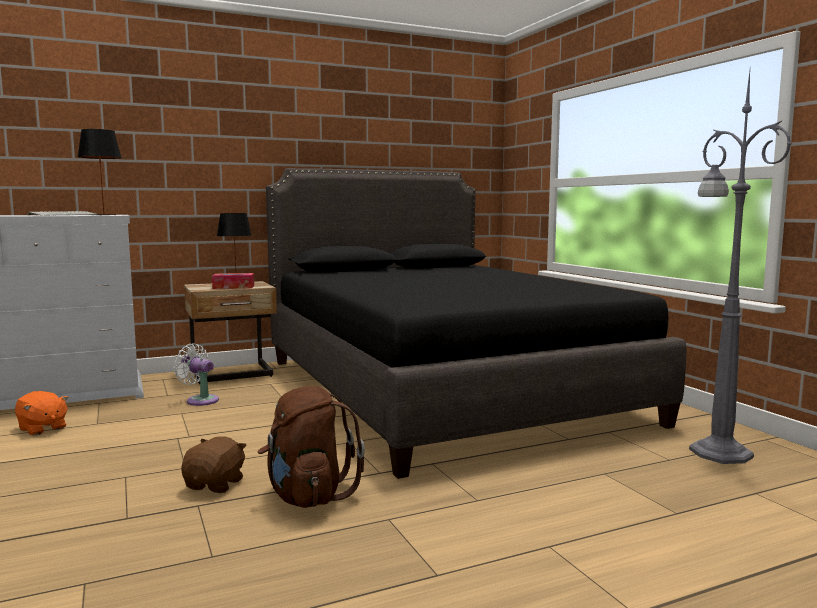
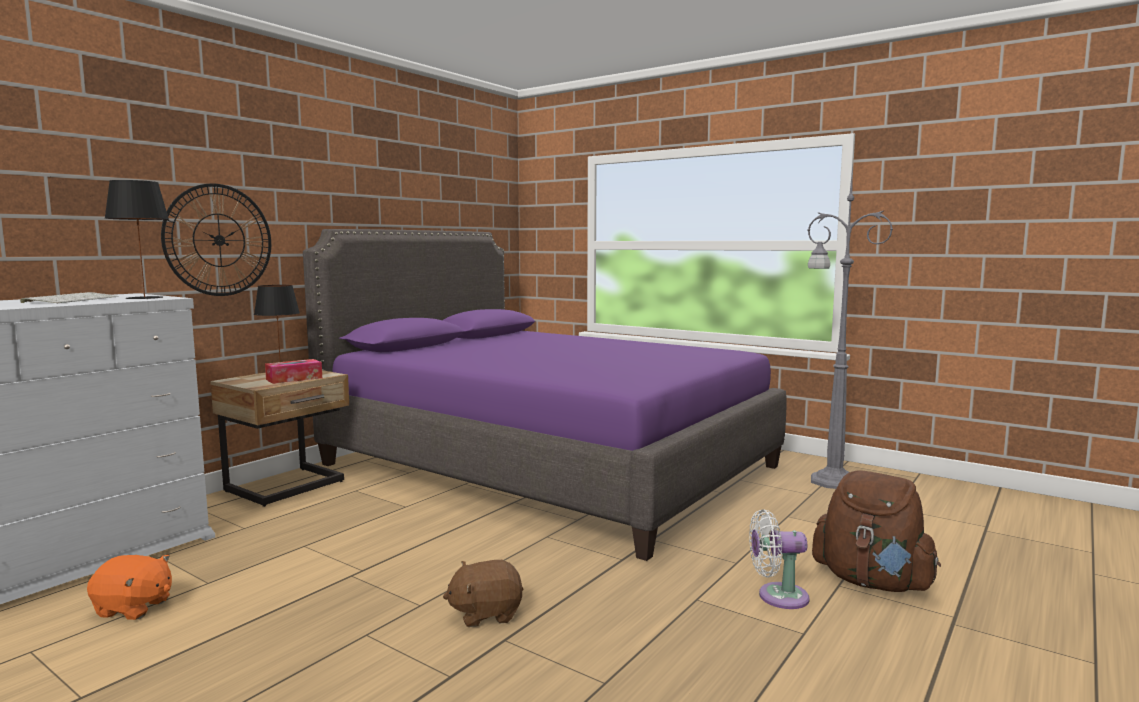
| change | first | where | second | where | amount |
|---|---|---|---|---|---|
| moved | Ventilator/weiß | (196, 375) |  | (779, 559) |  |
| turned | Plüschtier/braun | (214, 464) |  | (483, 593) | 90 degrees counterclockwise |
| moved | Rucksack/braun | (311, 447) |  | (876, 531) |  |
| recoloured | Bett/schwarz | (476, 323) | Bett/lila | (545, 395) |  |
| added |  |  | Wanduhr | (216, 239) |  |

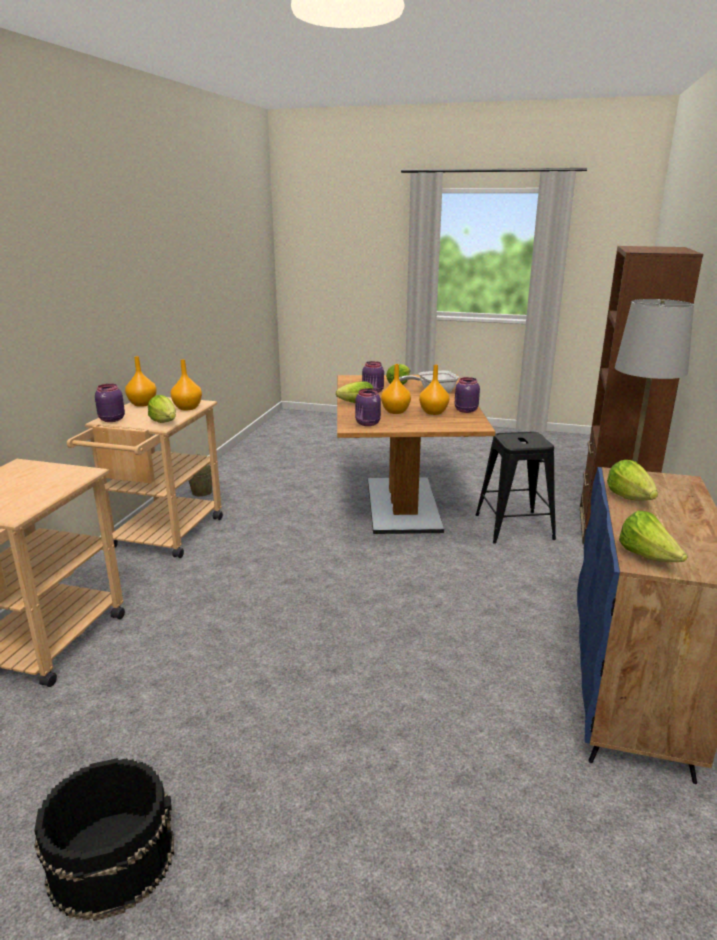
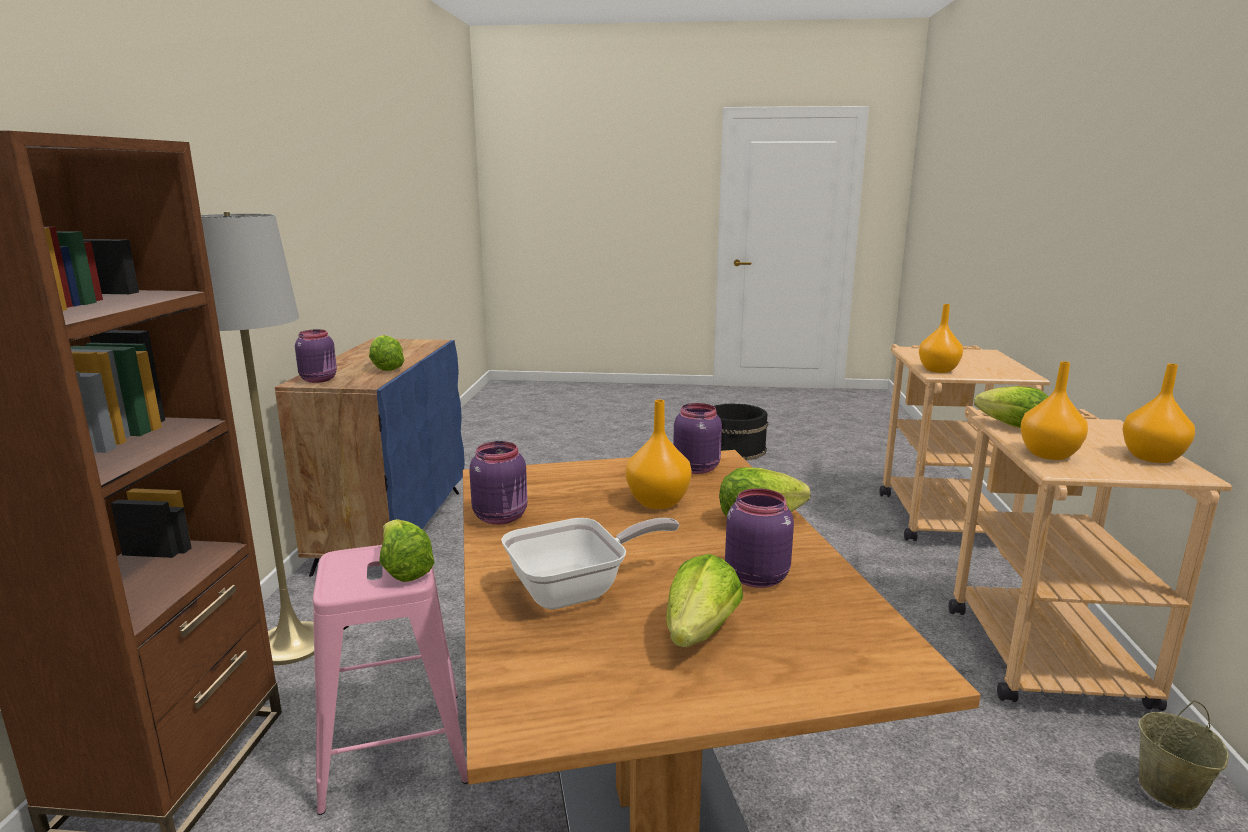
| change | first | where | second | where | amount |
|---|---|---|---|---|---|
| moved | Vorratsglas/lila | (110, 403) |  | (316, 356) |  |
| moved | Vase/orange | (434, 390) |  | (941, 338) |  |
| recoloured | Hocker/schwarz | (516, 488) | Hocker/rosa | (390, 680) |  |
| moved | Salatkopf | (653, 536) |  | (407, 550) |  |

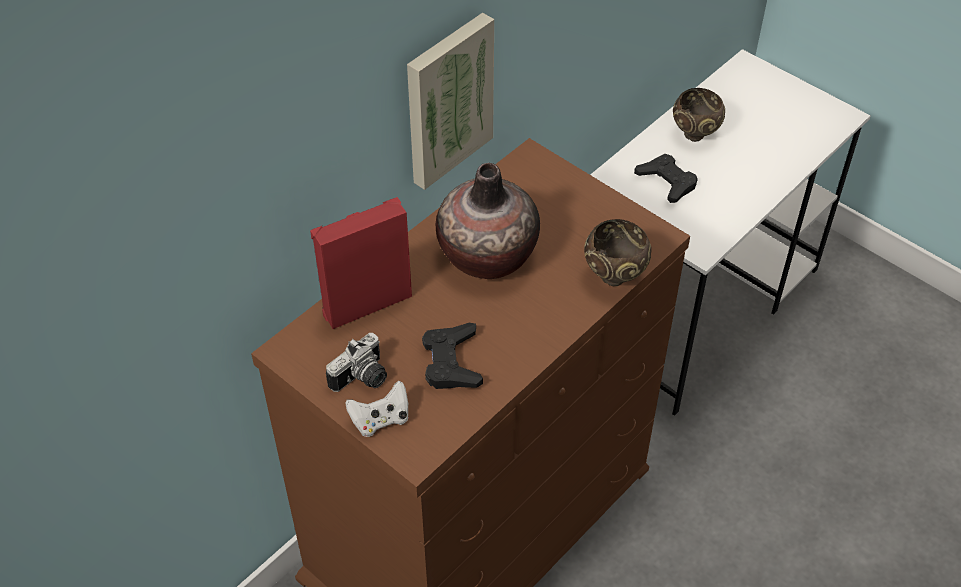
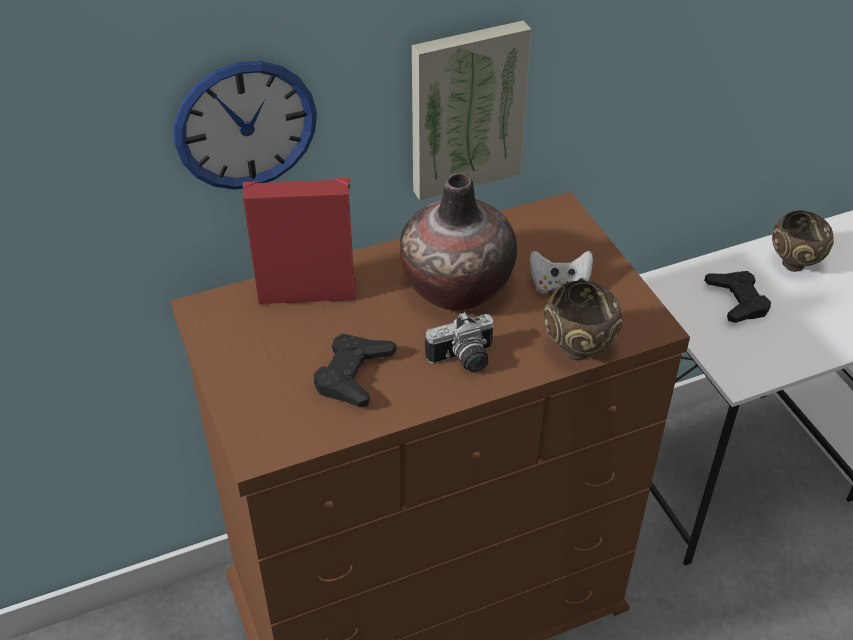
| change | first | where | second | where | amount |
|---|---|---|---|---|---|
| moved | Kamera | (356, 362) |  | (459, 342) |  |
| moved | Gamepad/weiß | (376, 408) |  | (561, 272) |  |
| added |  |  | Wanduhr | (245, 125) |  |

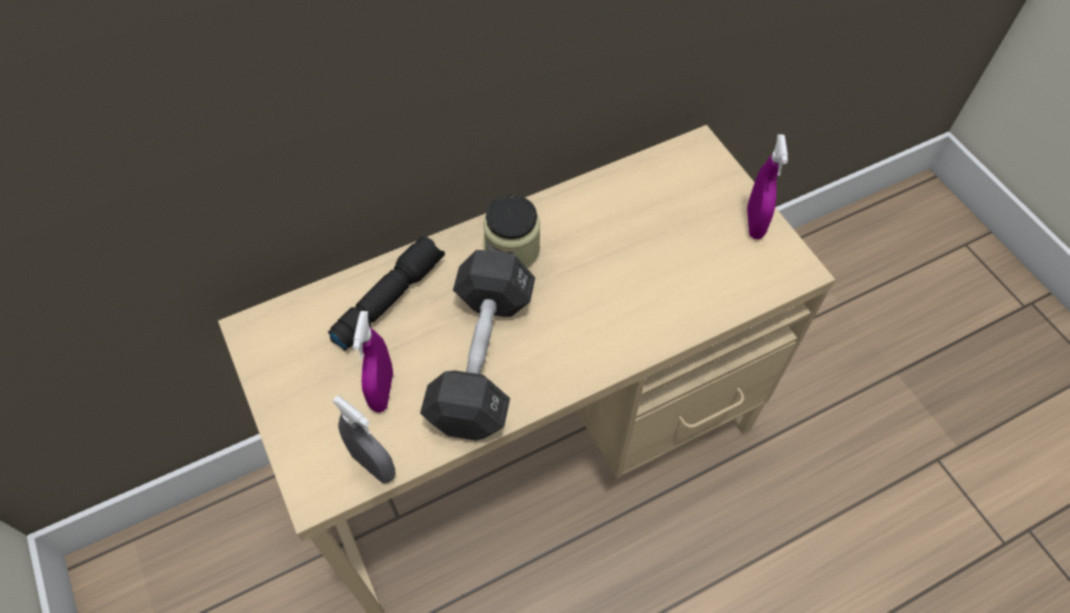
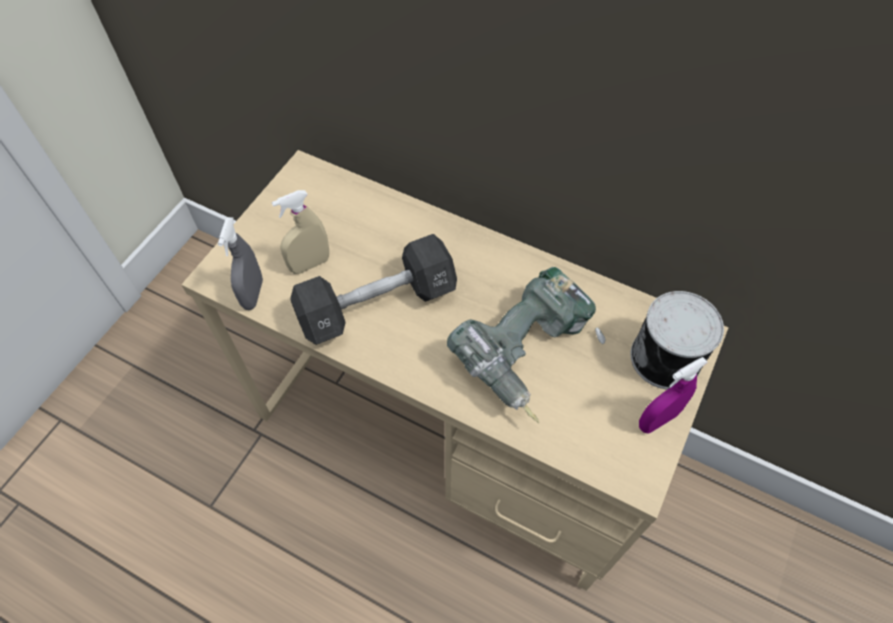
| change | first | where | second | where | amount |
|---|---|---|---|---|---|
| removed | Taschenlampe/schwarz | (386, 294) |  |  |  |
| recoloured | Sprühflasche/lila | (373, 362) | Sprühflasche/beige | (300, 232) |  |
| removed | Vorratsglas | (511, 231) |  |  |  |
| added |  |  | Bohrmaschine | (526, 345) |  |
| added |  |  | Dose | (677, 340) |  |

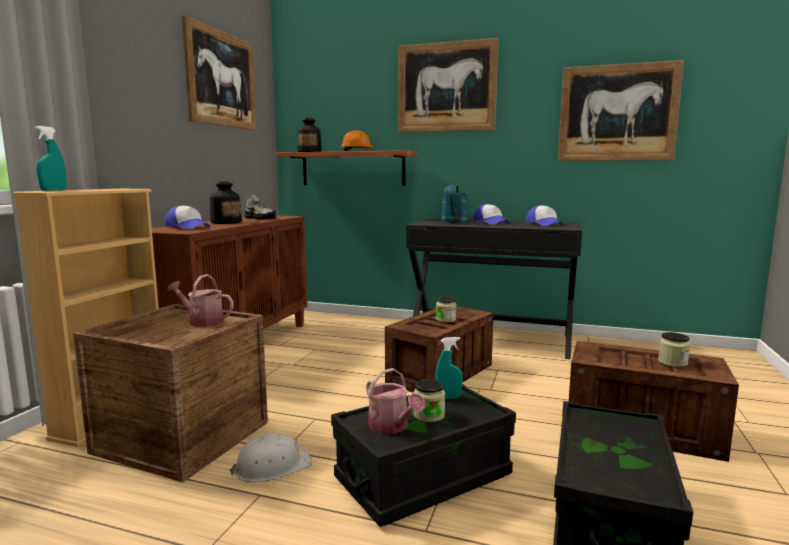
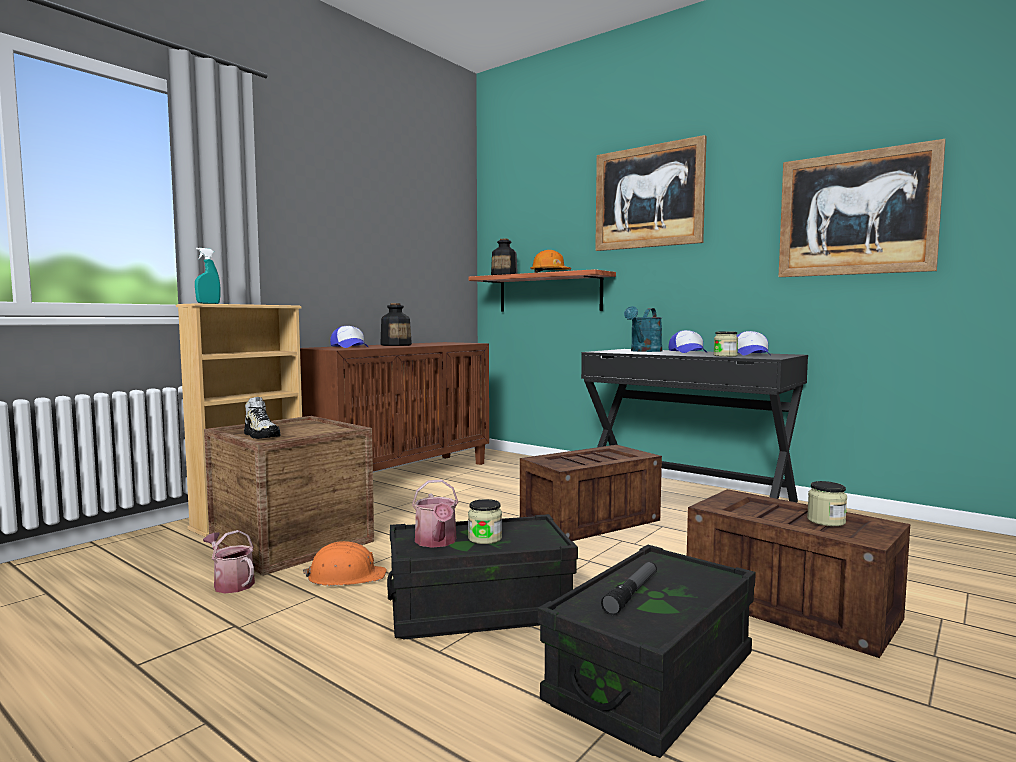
| change | first | where | second | where | amount |
|---|---|---|---|---|---|
| moved | Gießkanne | (200, 300) |  | (229, 562) |  |
| removed | Bild | (219, 73) |  |  |  |
| recoloured | Schutzhelm/weiß | (271, 457) | Schutzhelm/orange | (345, 563) |  |
| moved | Schuh | (260, 207) |  | (262, 418) |  |
| removed | Sprühflasche/türkis | (449, 368) |  |  |  |
| moved | Vorratsglas | (446, 309) |  | (726, 344) |  |
| added |  |  | Taschenlampe | (629, 588) |  |

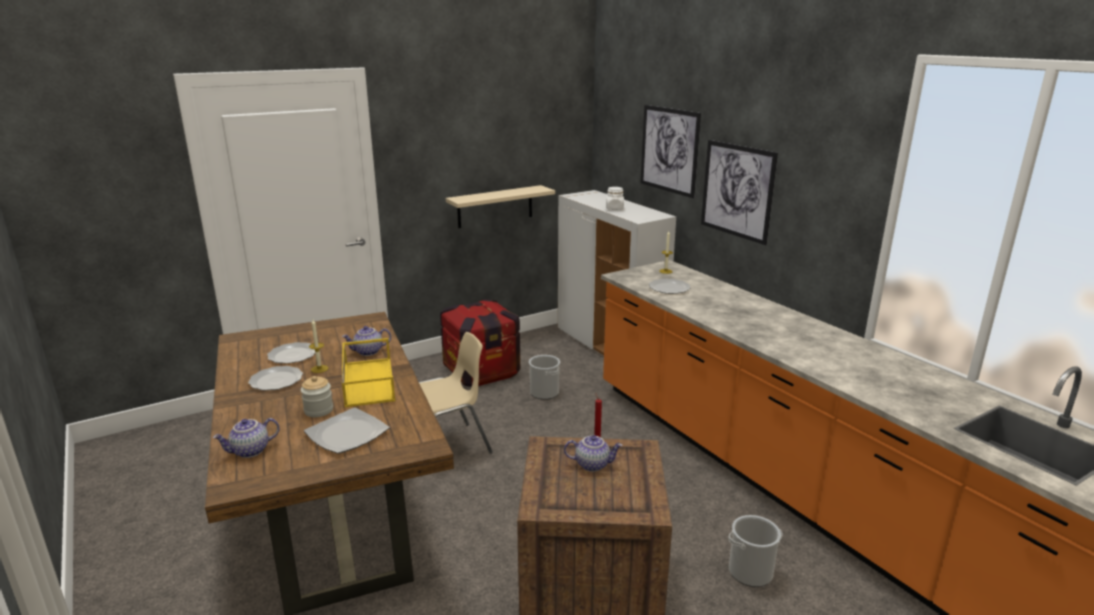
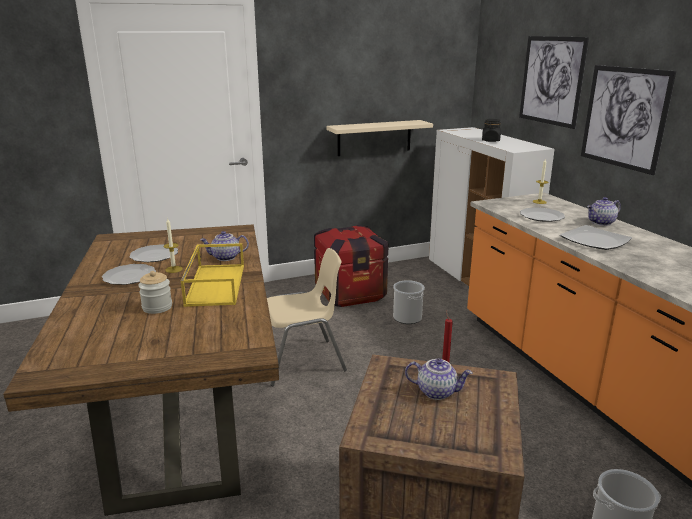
| change | first | where | second | where | amount |
|---|---|---|---|---|---|
| moved | Teekanne | (246, 438) |  | (604, 211) |  |
| moved | Teller | (347, 430) |  | (596, 237) |  |
| recoloured | Vorratsglas/weiß | (615, 198) | Vorratsglas/schwarz | (491, 130) |  |

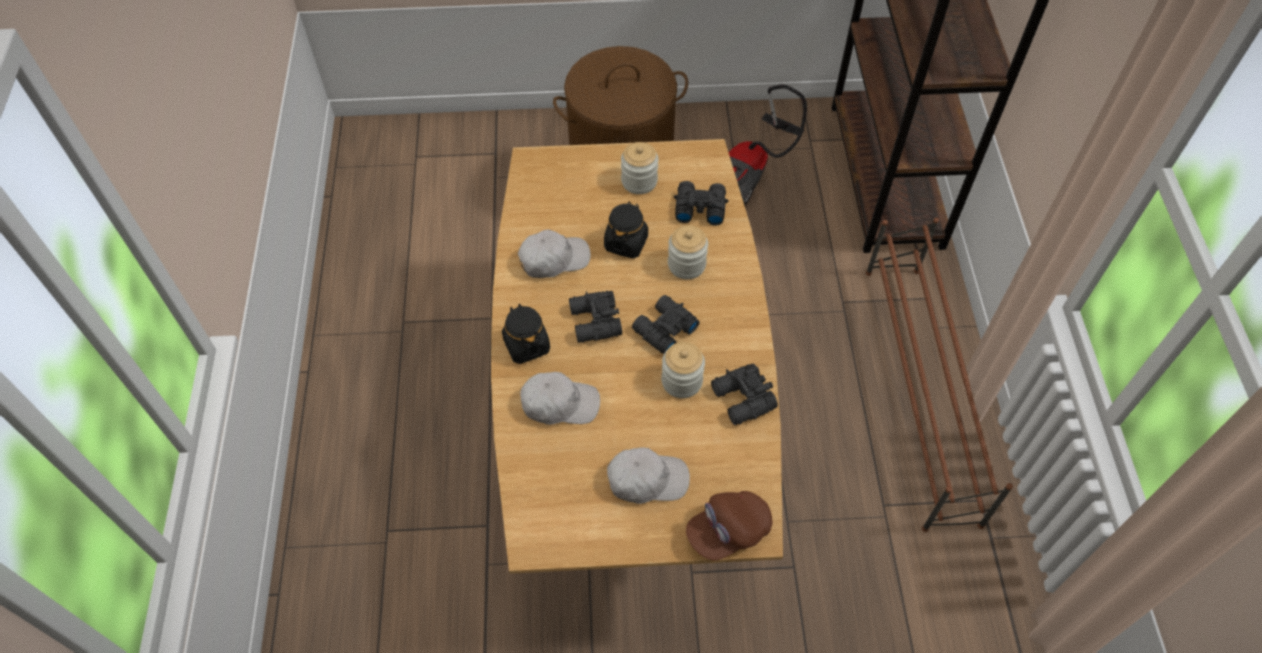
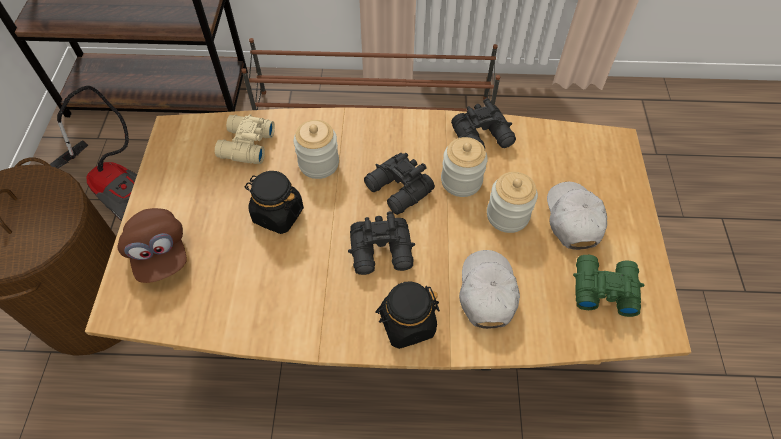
| change | first | where | second | where | amount |
|---|---|---|---|---|---|
| removed | Kappe/weiß | (554, 253) |  |  |  |
| moved | Vorratsglas | (639, 168) |  | (512, 202) |  |
| recoloured | Fernglas/schwarz | (701, 203) | Fernglas/beige | (245, 139) |  |
| moved | Kappe/braun | (729, 526) |  | (152, 245) |  |
| added |  |  | Fernglas/grün | (608, 286) |  |

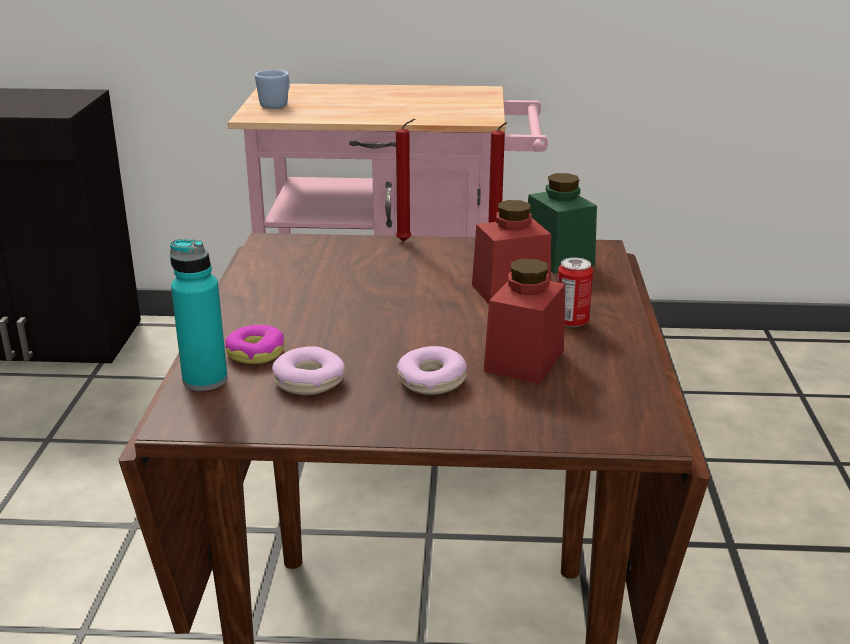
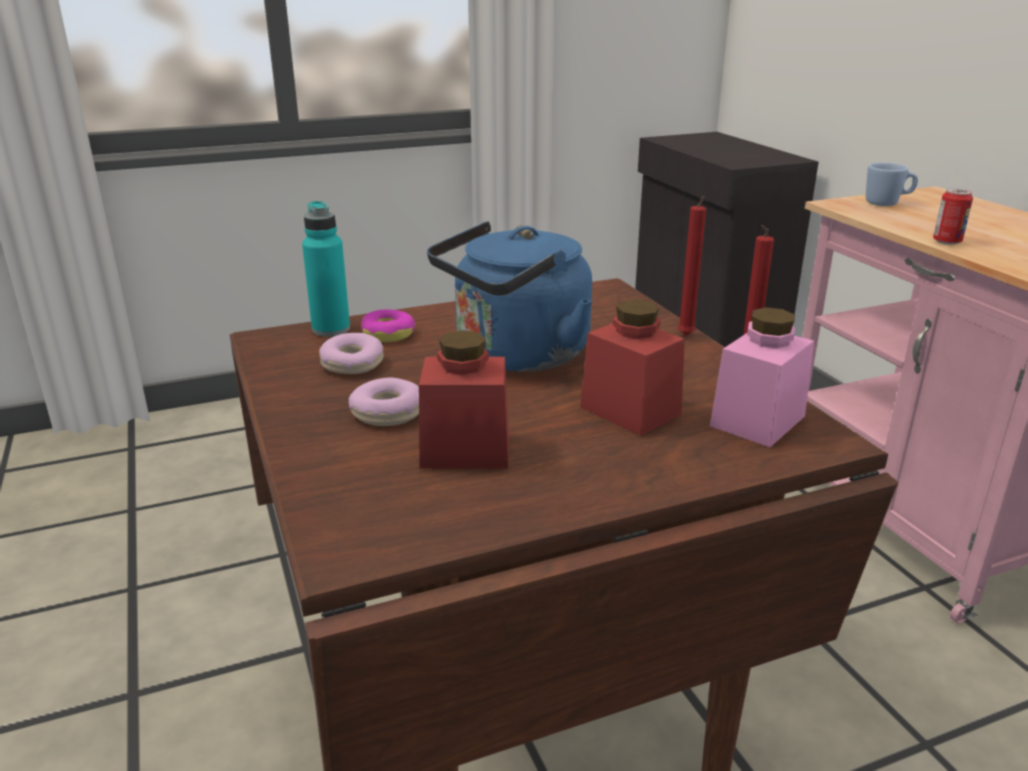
| change | first | where | second | where | amount |
|---|---|---|---|---|---|
| recoloured | Vorratsglas/grün | (562, 223) | Vorratsglas/rosa | (762, 377) |  |
| moved | Dose | (575, 292) |  | (953, 216) |  |
| added |  |  | Wasserkessel/blau | (509, 296) |  |

